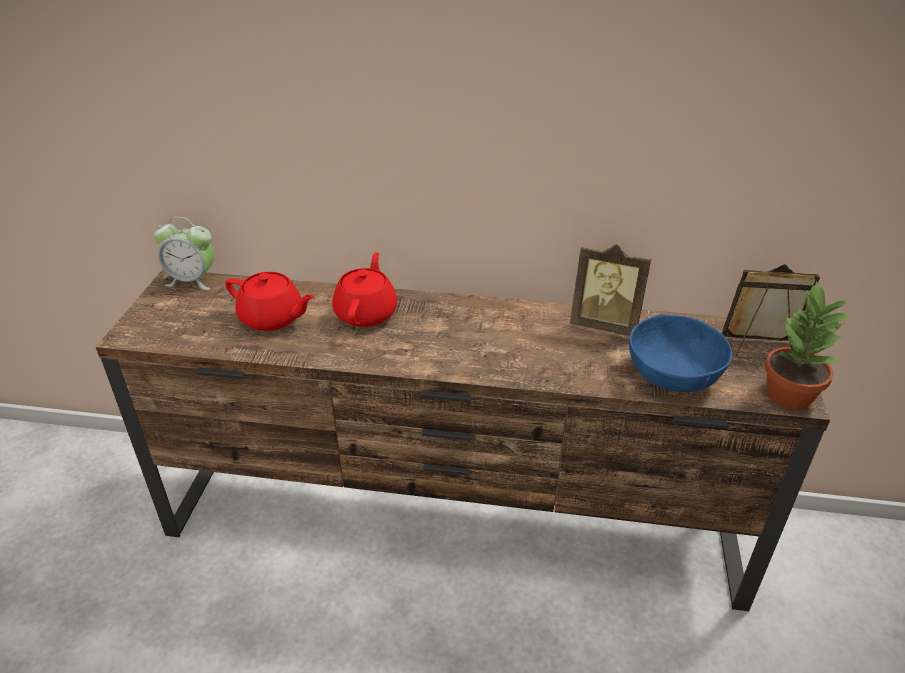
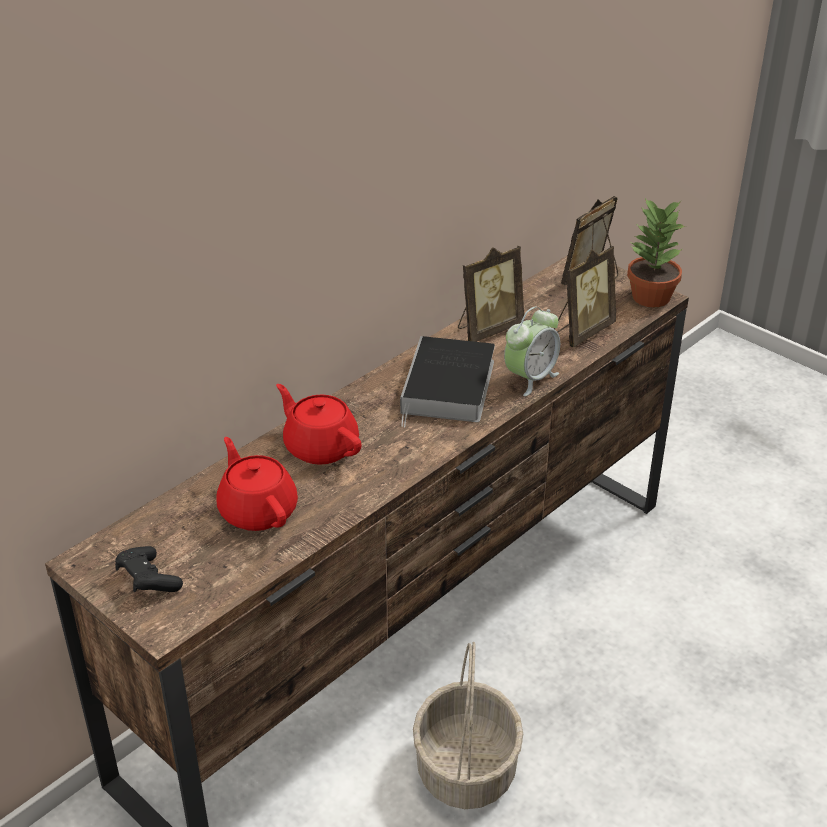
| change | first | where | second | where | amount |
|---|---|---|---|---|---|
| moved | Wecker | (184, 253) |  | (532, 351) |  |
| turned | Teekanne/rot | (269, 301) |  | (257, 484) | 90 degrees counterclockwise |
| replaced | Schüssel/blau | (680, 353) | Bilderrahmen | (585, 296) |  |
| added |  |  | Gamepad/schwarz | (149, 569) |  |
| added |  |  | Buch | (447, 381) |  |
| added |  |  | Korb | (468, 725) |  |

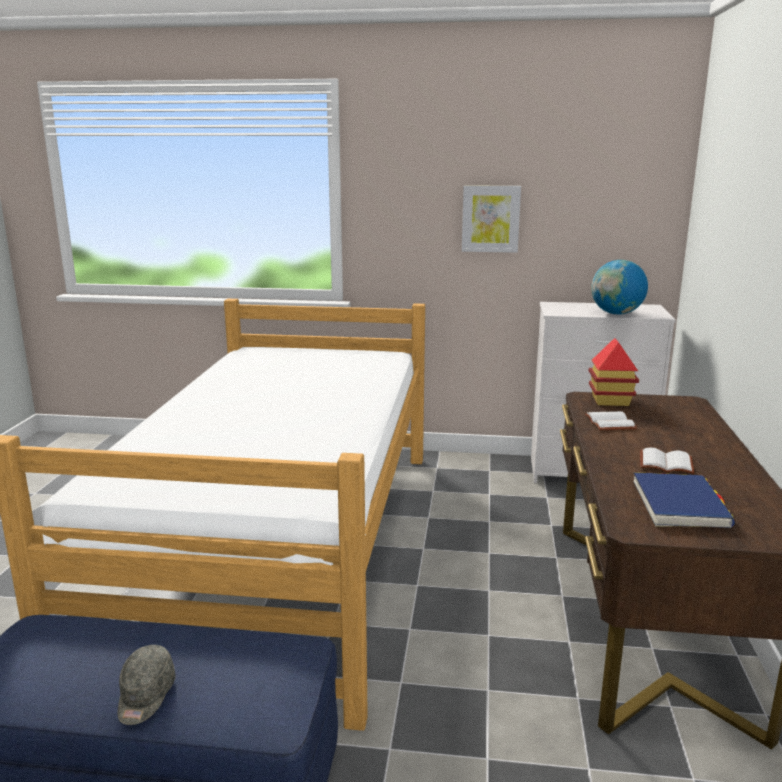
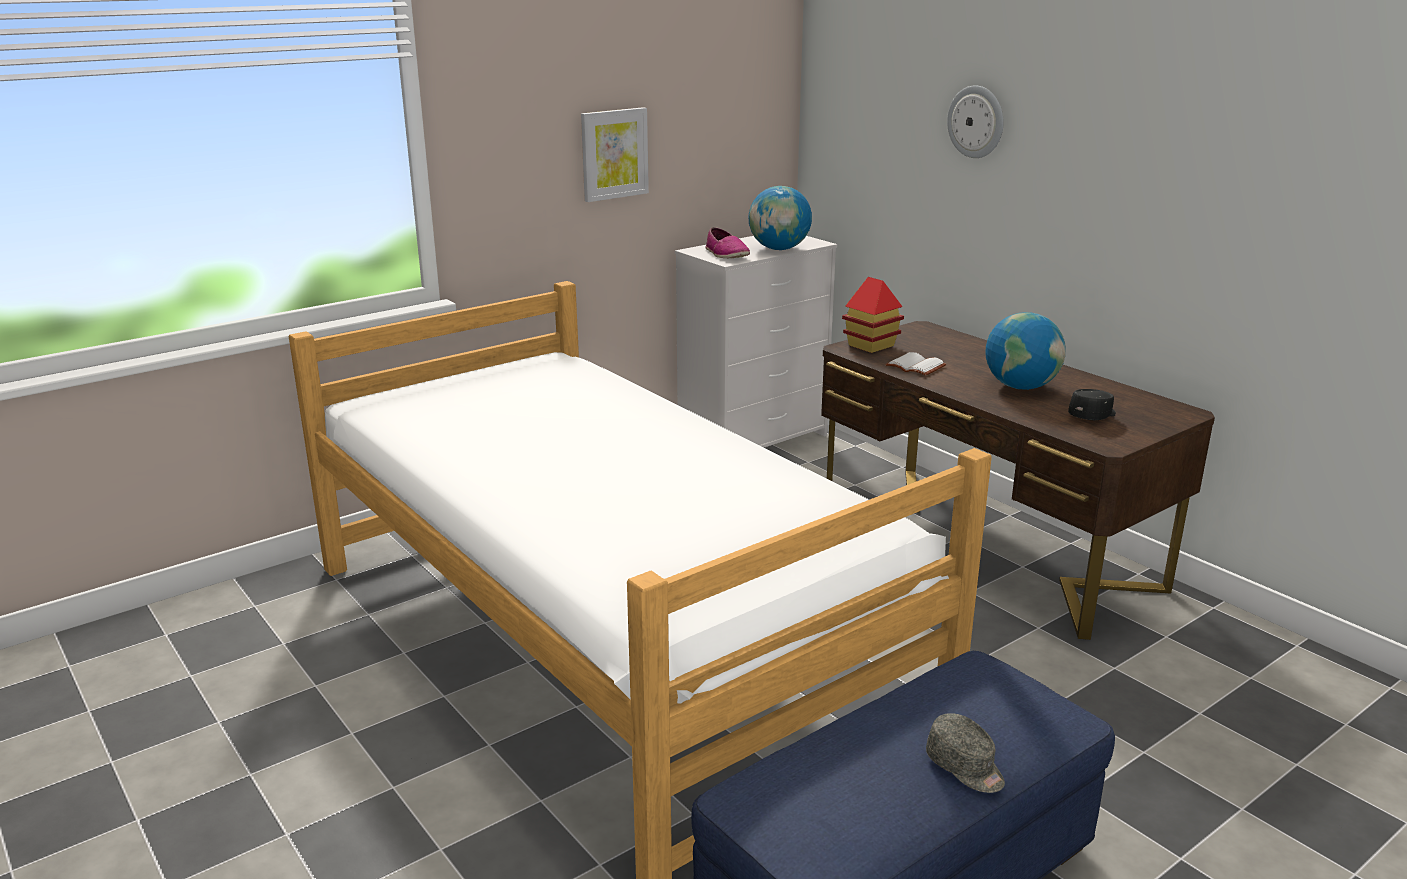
| change | first | where | second | where | amount |
|---|---|---|---|---|---|
| replaced | Buch/blau | (684, 500) | Kappe/schwarz | (1092, 404) |  |
| replaced | Buch/weiß | (667, 461) | Globus | (1025, 351) |  |
| added |  |  | Schuh | (728, 242) |  |
| added |  |  | Wanduhr | (975, 121) |  |

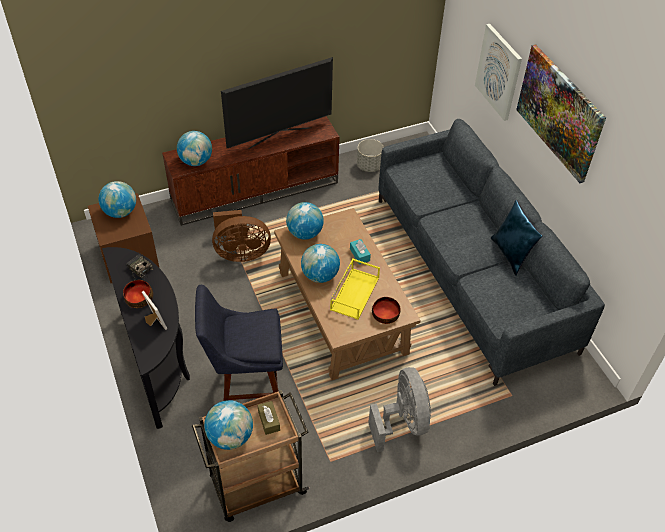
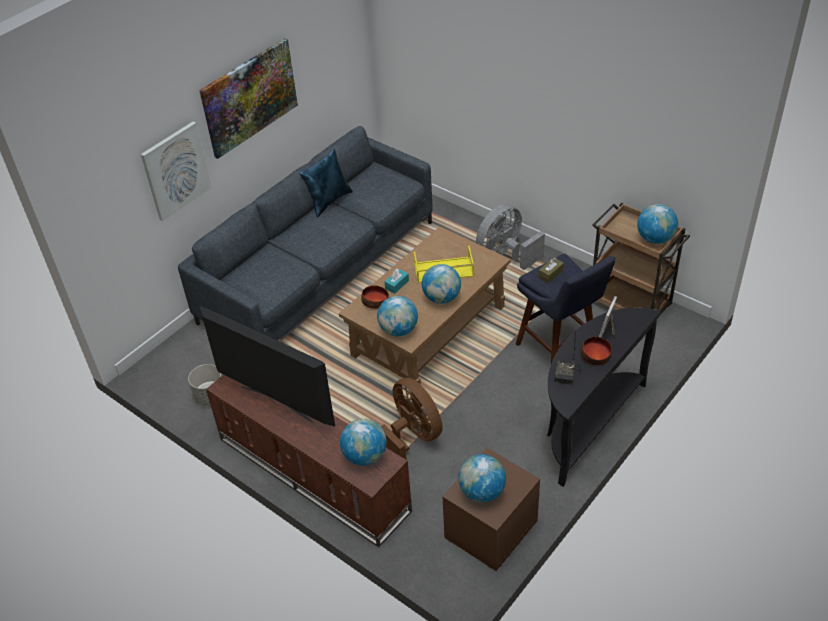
| change | first | where | second | where | amount |
|---|---|---|---|---|---|
| moved | Taschentuchbox/braun | (269, 418) |  | (551, 270) |  |
| moved | Schüssel | (386, 310) |  | (375, 297) |  |

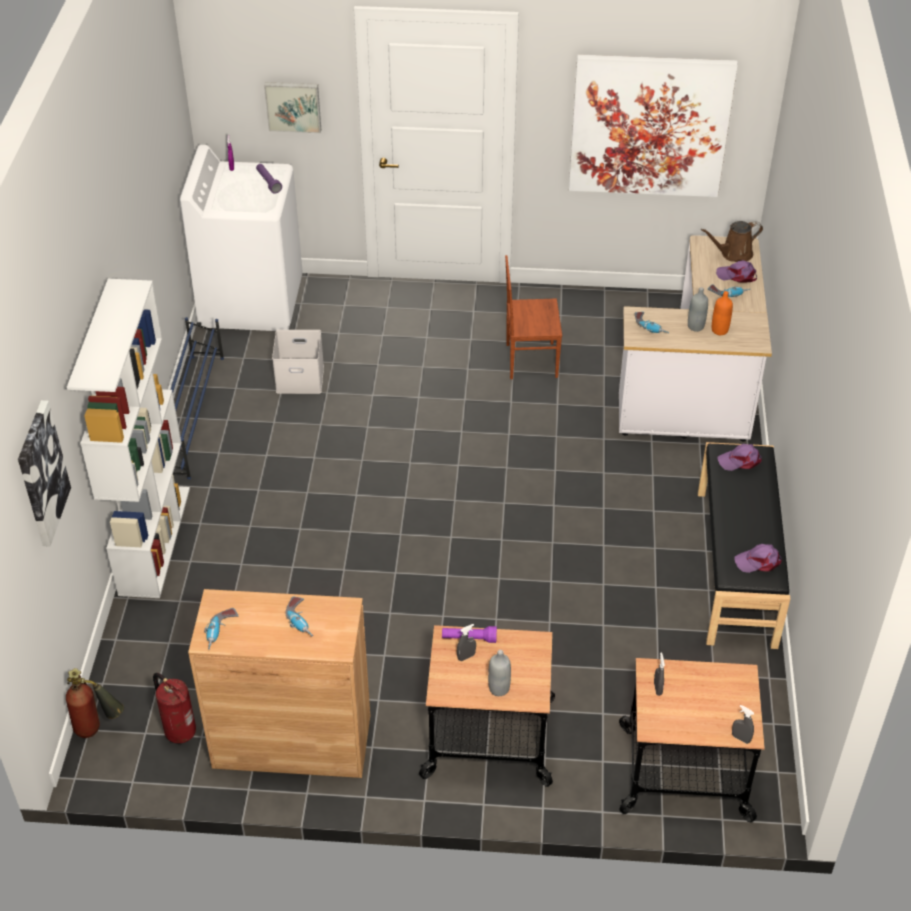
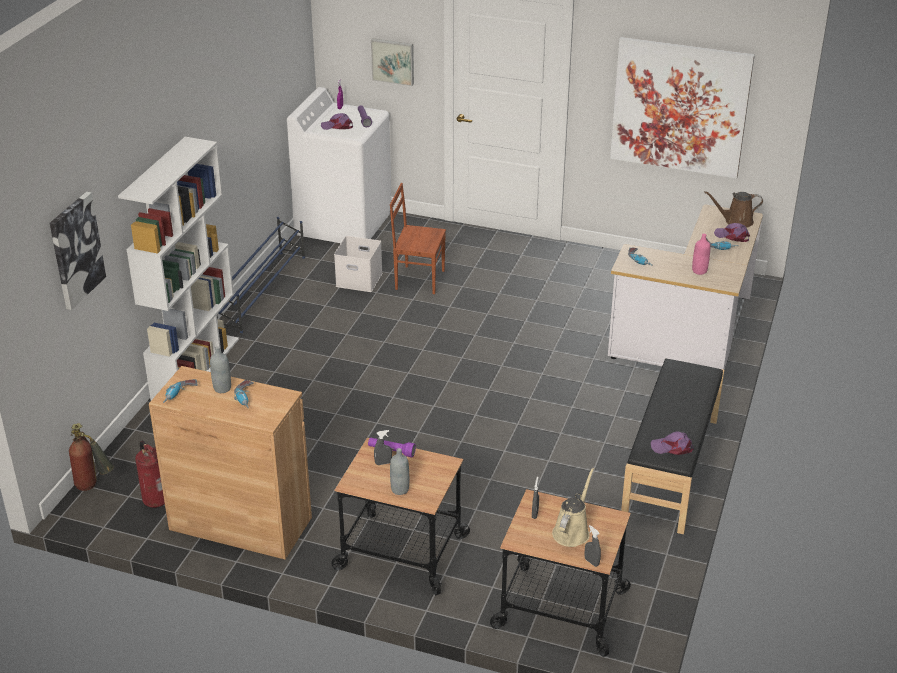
| change | first | where | second | where | amount |
|---|---|---|---|---|---|
| moved | Stuhl/braun | (533, 317) |  | (418, 238) |  |
| moved | Flasche/grau | (698, 309) |  | (220, 369) |  |
| recoloured | Flasche/orange | (722, 313) | Flasche/rosa | (701, 254) |  |
| moved | Kappe/lila | (740, 457) |  | (337, 121) |  |
| added |  |  | Gießkanne/beige | (573, 507) |  |

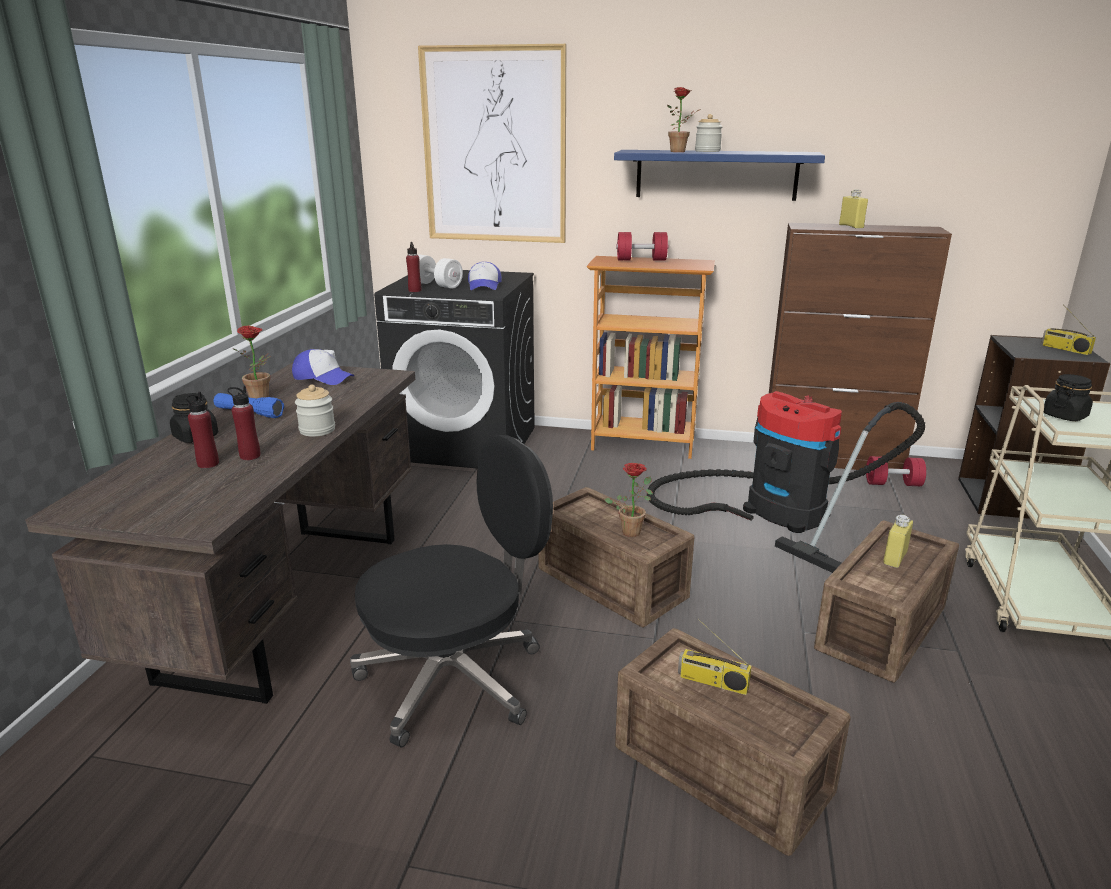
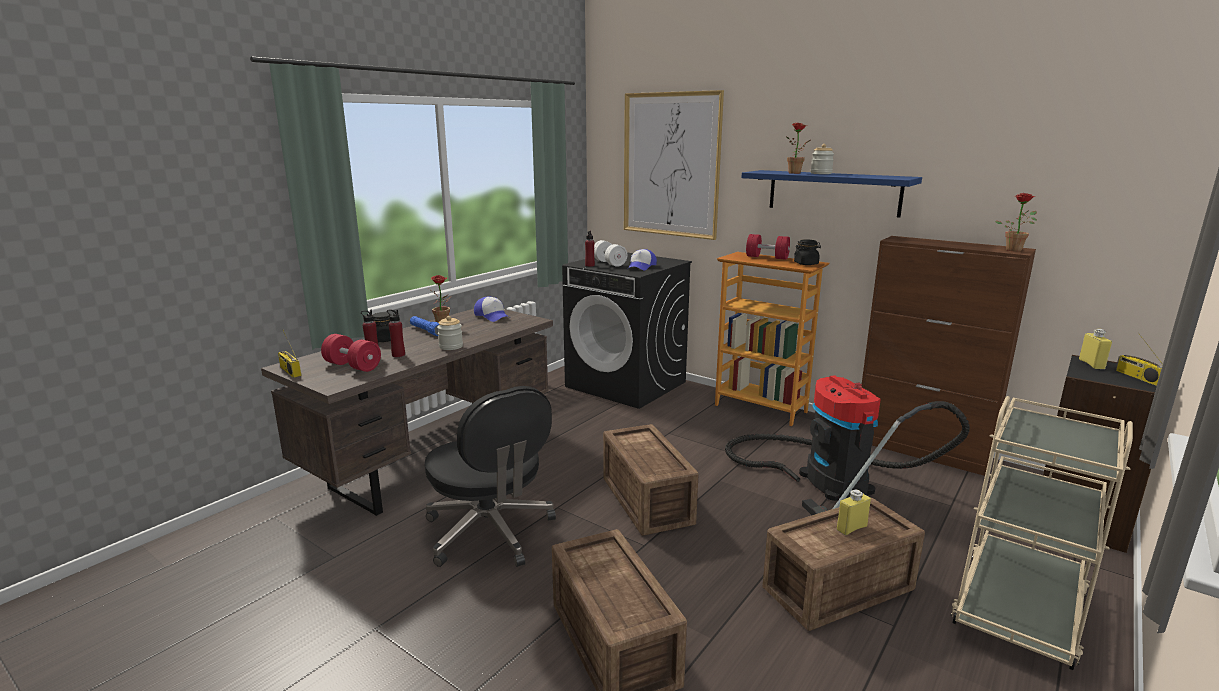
| change | first | where | second | where | amount |
|---|---|---|---|---|---|
| turned | Bürostuhl/schwarz | (451, 591) |  | (490, 476) | 60 degrees clockwise |
| moved | Topfpflanze | (628, 500) |  | (1016, 222) |  |
| moved | Radio | (715, 657) |  | (289, 354) |  |
| moved | Flasche/gelb | (853, 209) |  | (1095, 349) |  |
| moved | Hantel/rot | (896, 471) |  | (351, 353) |  |
| moved | Vorratsglas/schwarz | (1068, 397) |  | (807, 252) |  |

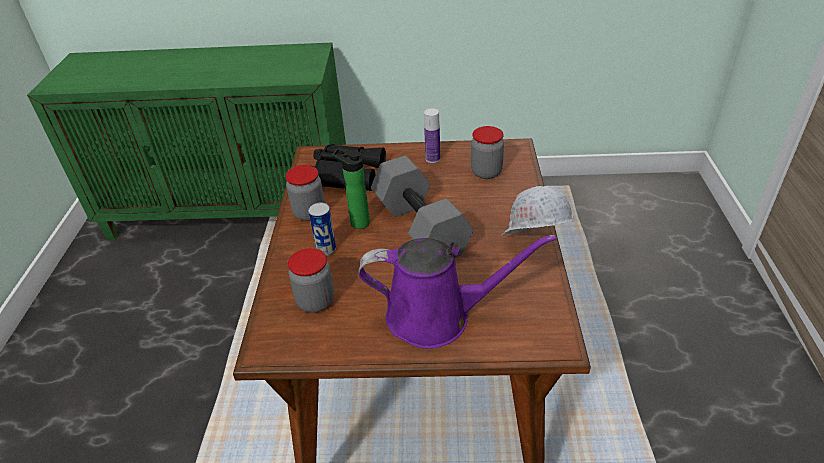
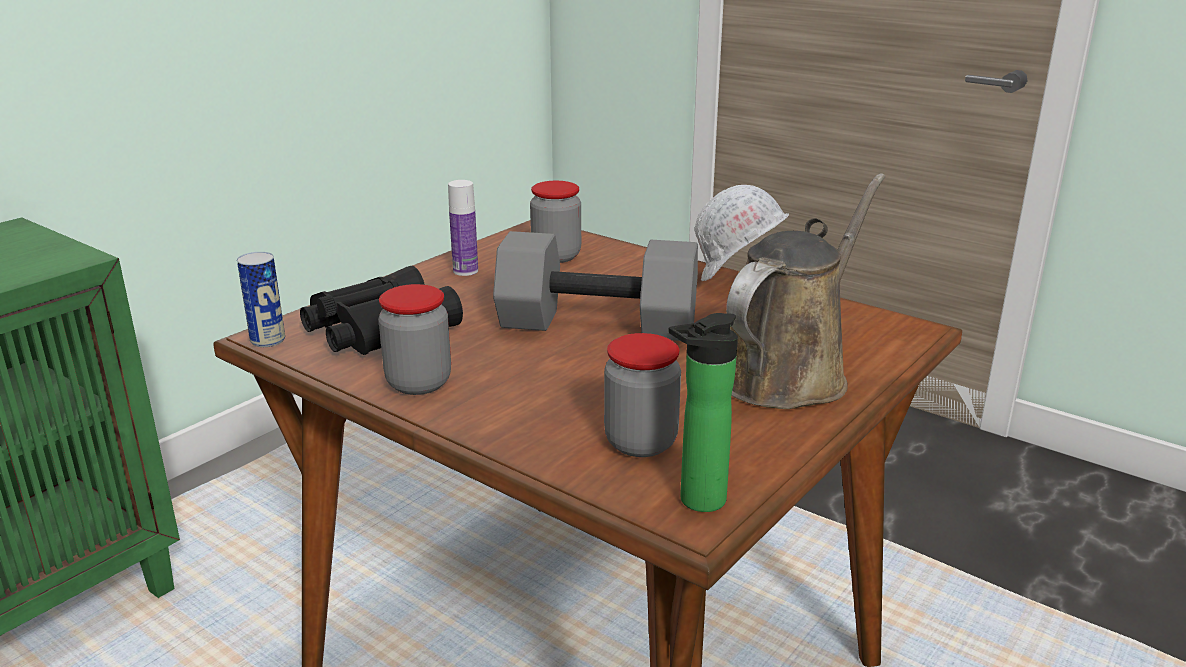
| change | first | where | second | where | amount |
|---|---|---|---|---|---|
| moved | Dose | (322, 229) |  | (261, 299) |  |
| moved | Flasche | (351, 188) |  | (703, 412) |  |
| recoloured | Gießkanne/lila | (457, 292) | Gießkanne/braun | (805, 291) |  |

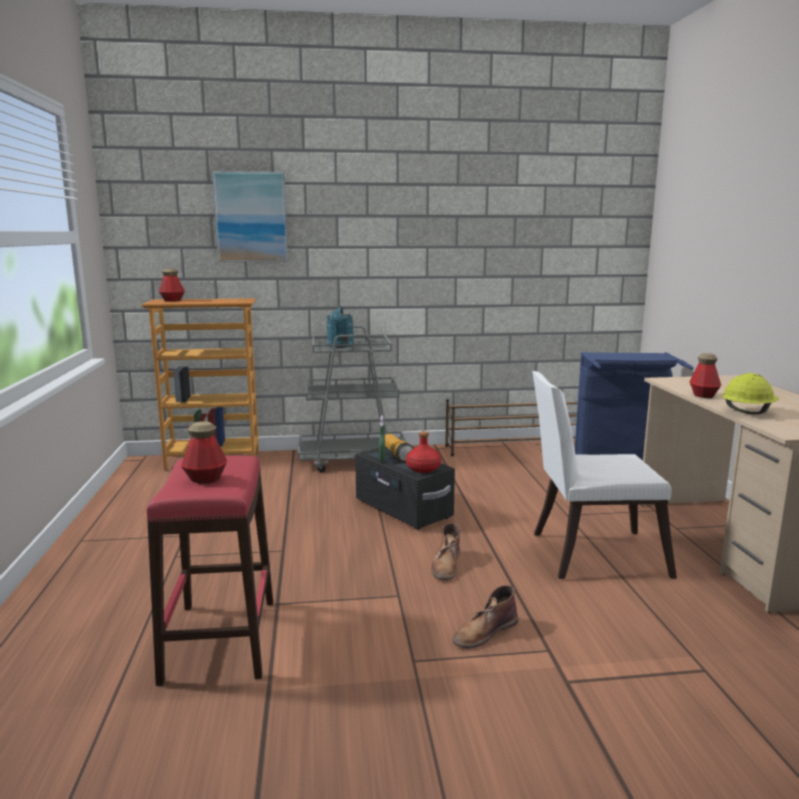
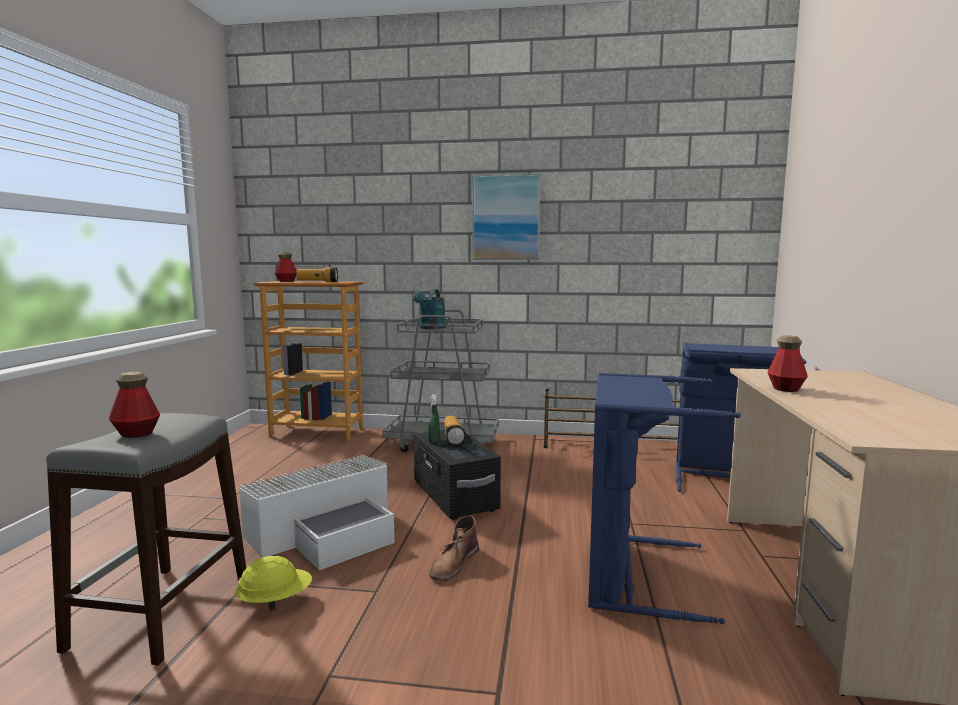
| change | first | where | second | where | amount |
|---|---|---|---|---|---|
| recoloured | Hocker/rot | (210, 570) | Hocker/grau | (146, 539) |  |
| moved | Bild | (250, 216) |  | (506, 216) |  |
| removed | Flasche/rot | (423, 452) |  |  |  |
| removed | Stiefel/braun | (485, 617) |  |  |  |
| replaced | Stuhl/weiß | (604, 475) | Wäschekorb/blau | (664, 498) |  |
| moved | Schutzhelm/gelb | (750, 393) |  | (273, 583) |  |
| added |  |  | Aufbewahrungsbox/weiß | (317, 512) |  |
| added |  |  | Taschenlampe | (317, 274) |  |

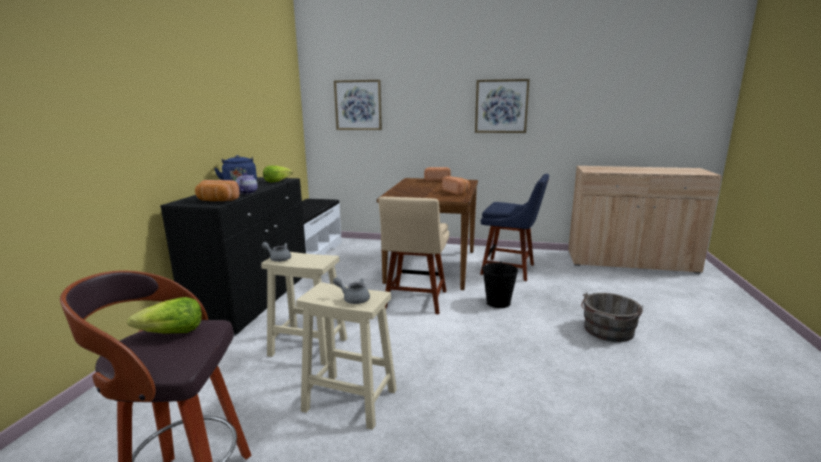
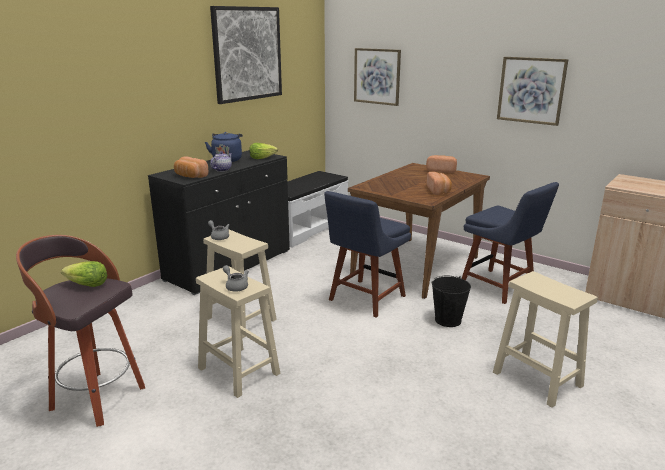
| change | first | where | second | where | amount |
|---|---|---|---|---|---|
| recoloured | Stuhl/beige | (414, 255) | Stuhl/blau | (367, 254) |  |
| replaced | Eimer/grau | (612, 317) | Hocker/beige | (545, 339) |  |
| added |  |  | Bild | (246, 55) |  |

